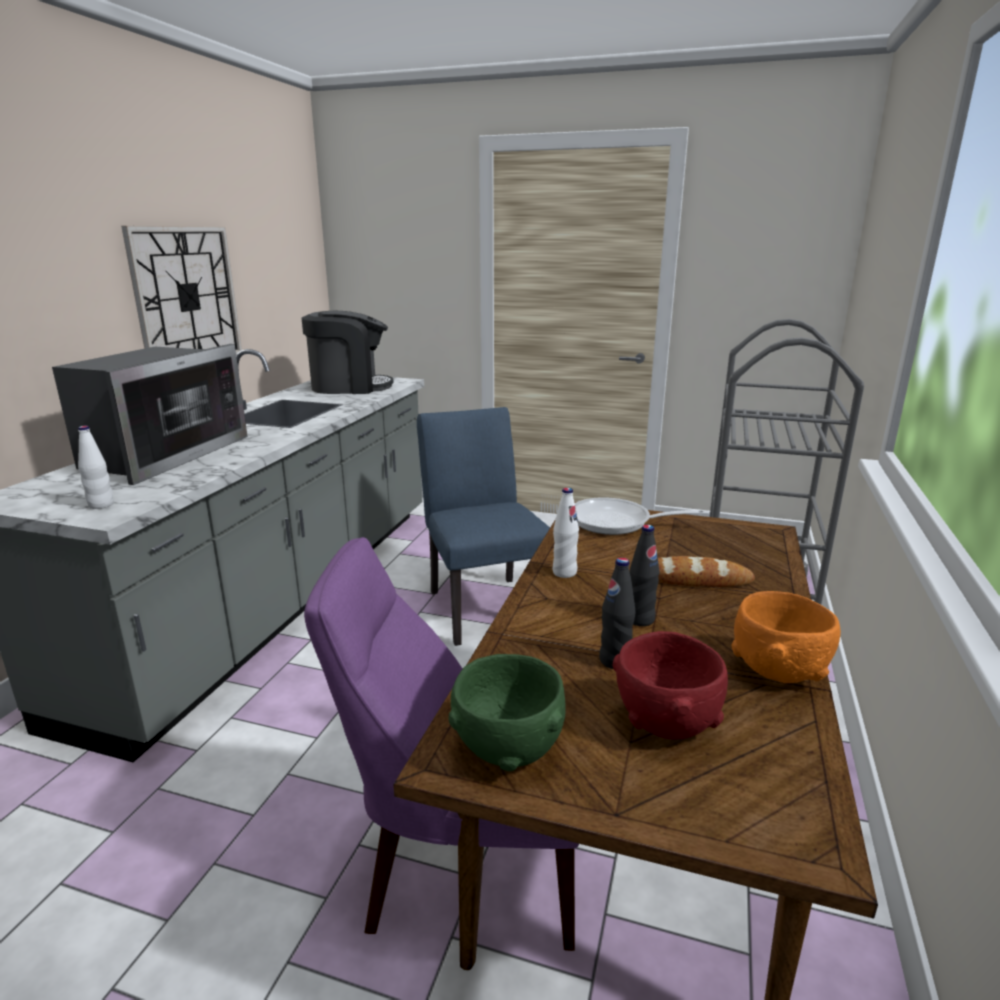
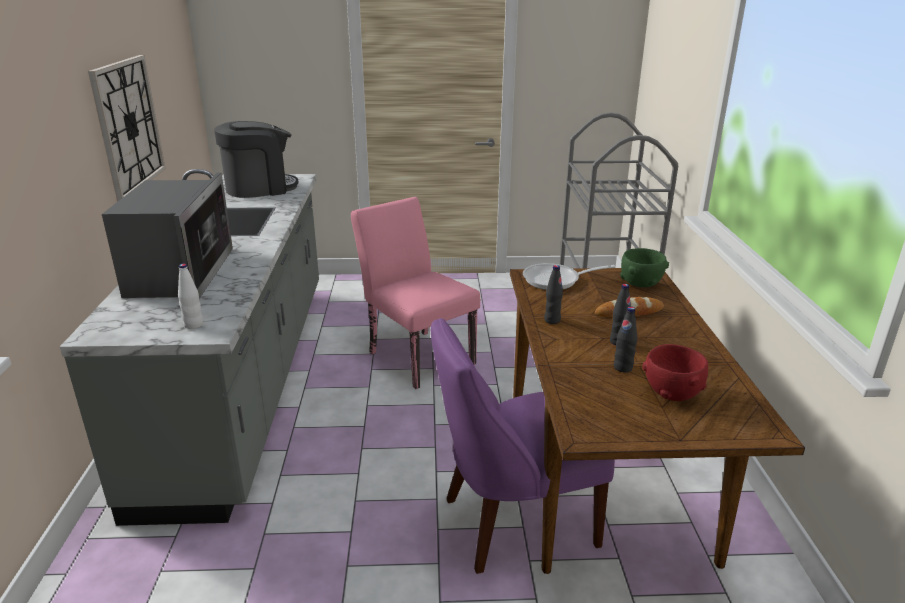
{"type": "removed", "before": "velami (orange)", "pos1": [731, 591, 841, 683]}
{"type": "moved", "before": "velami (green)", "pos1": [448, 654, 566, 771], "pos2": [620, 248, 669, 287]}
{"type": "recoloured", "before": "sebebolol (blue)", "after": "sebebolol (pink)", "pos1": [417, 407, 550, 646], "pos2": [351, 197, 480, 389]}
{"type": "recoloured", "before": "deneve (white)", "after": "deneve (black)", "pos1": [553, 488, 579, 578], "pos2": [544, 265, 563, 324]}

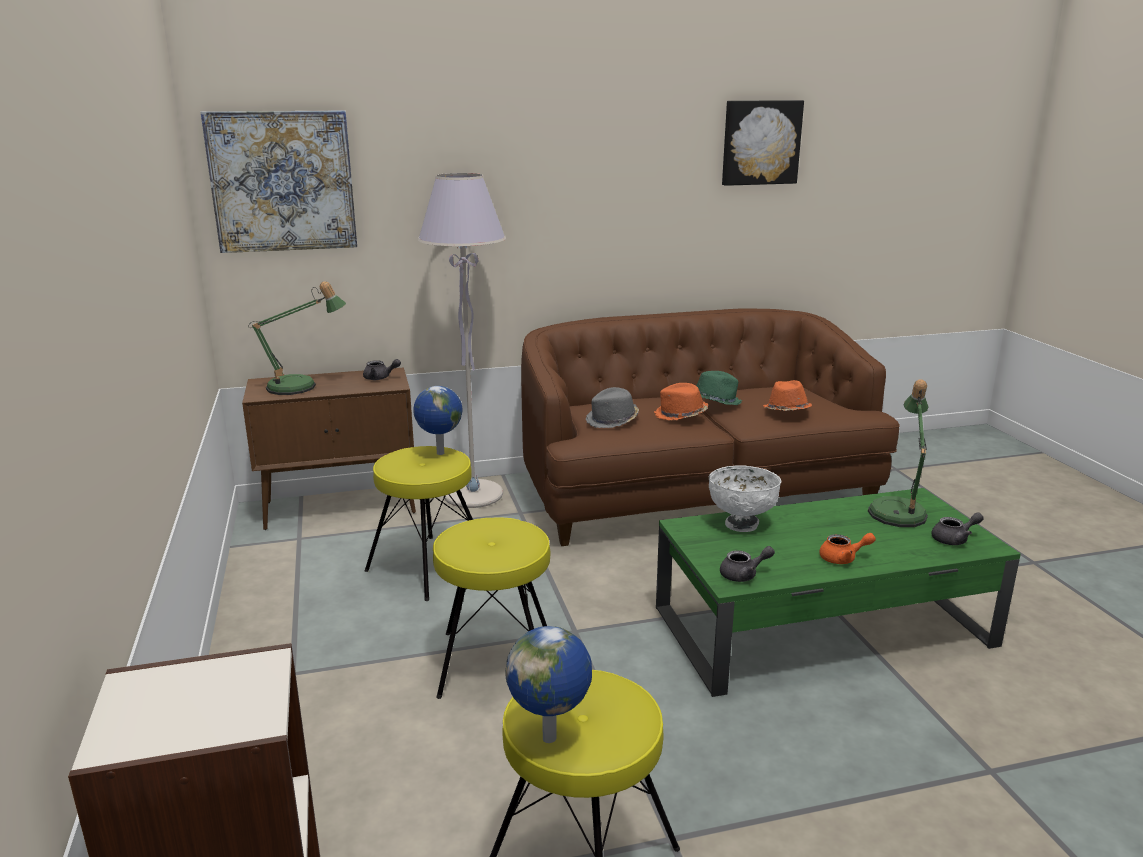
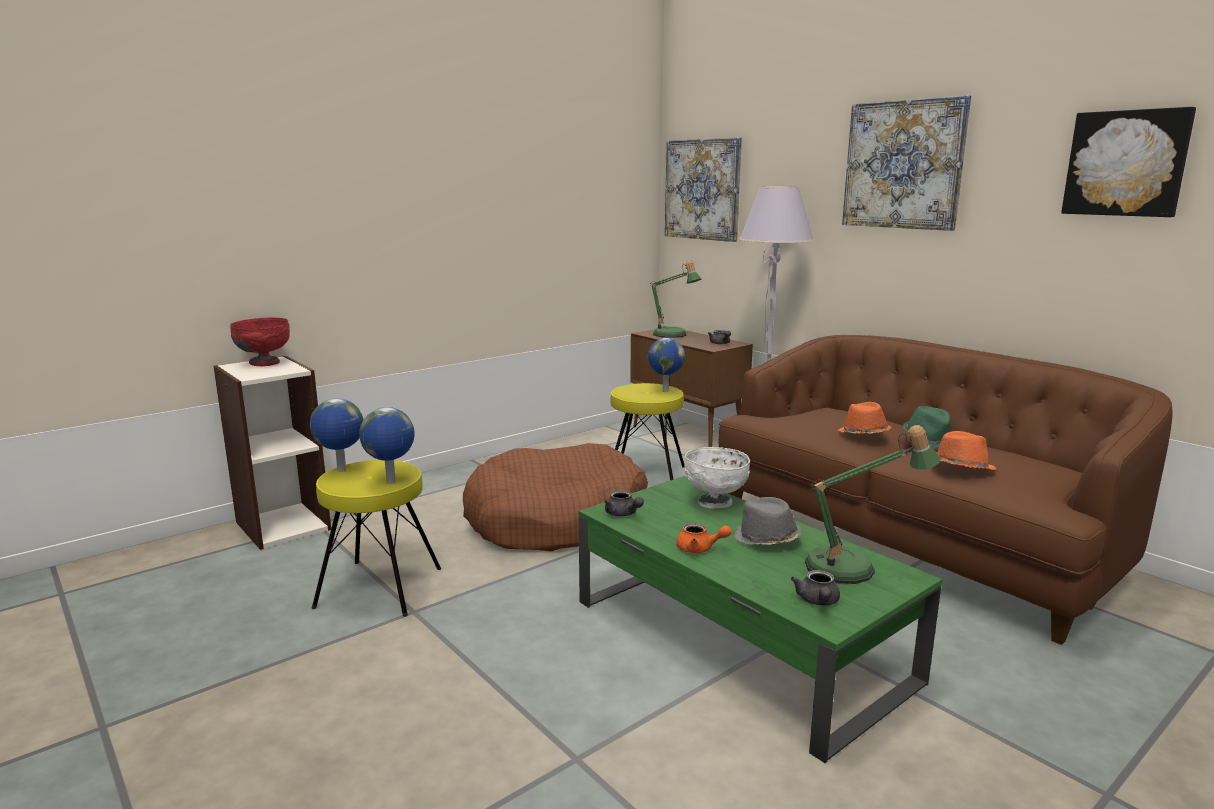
{"type": "added", "after": "velami (red)", "pos2": [230, 317, 290, 366]}
{"type": "added", "after": "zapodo", "pos2": [359, 407, 415, 484]}
{"type": "added", "after": "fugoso", "pos2": [842, 95, 971, 231]}
{"type": "moved", "before": "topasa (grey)", "pos1": [586, 387, 639, 428], "pos2": [734, 497, 803, 545]}
{"type": "replaced", "before": "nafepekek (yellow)", "after": "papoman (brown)", "pos1": [433, 518, 550, 699], "pos2": [463, 443, 648, 551]}
{"type": "turned", "before": "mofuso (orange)", "pos1": [819, 533, 876, 564], "pos2": [676, 523, 732, 553], "turn": -45}
{"type": "turned", "before": "mofuso (grey)", "pos1": [931, 512, 984, 545], "pos2": [791, 570, 840, 606], "turn": 45}

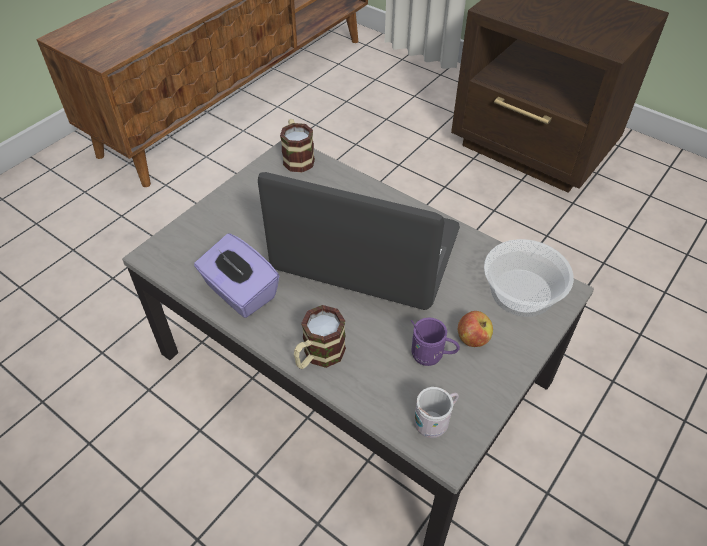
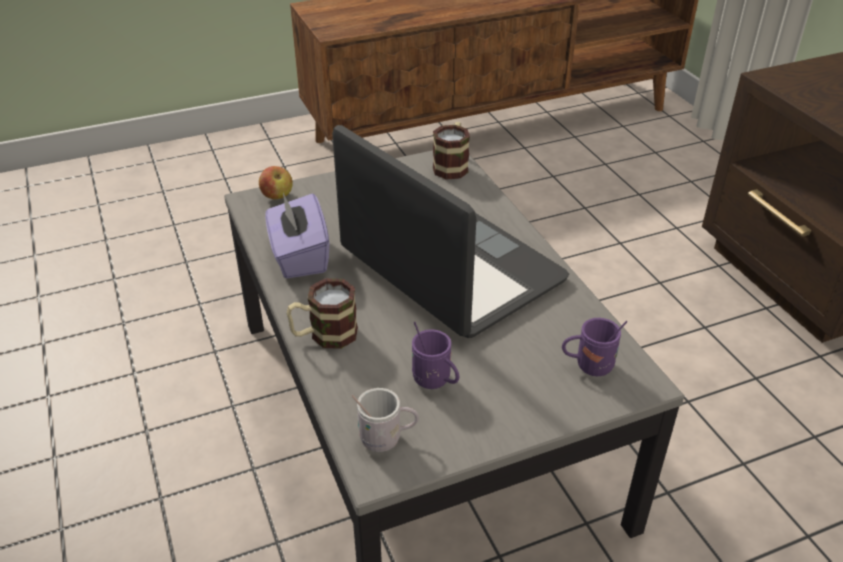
{"type": "moved", "before": "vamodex", "pos1": [458, 311, 493, 347], "pos2": [259, 166, 293, 199]}
{"type": "replaced", "before": "velami", "after": "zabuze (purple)", "pos1": [484, 239, 574, 317], "pos2": [562, 318, 627, 376]}

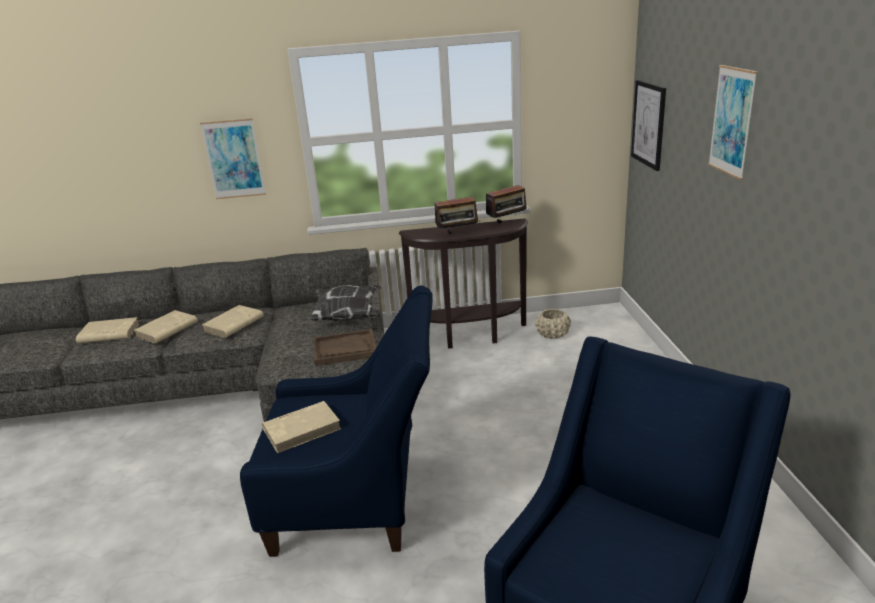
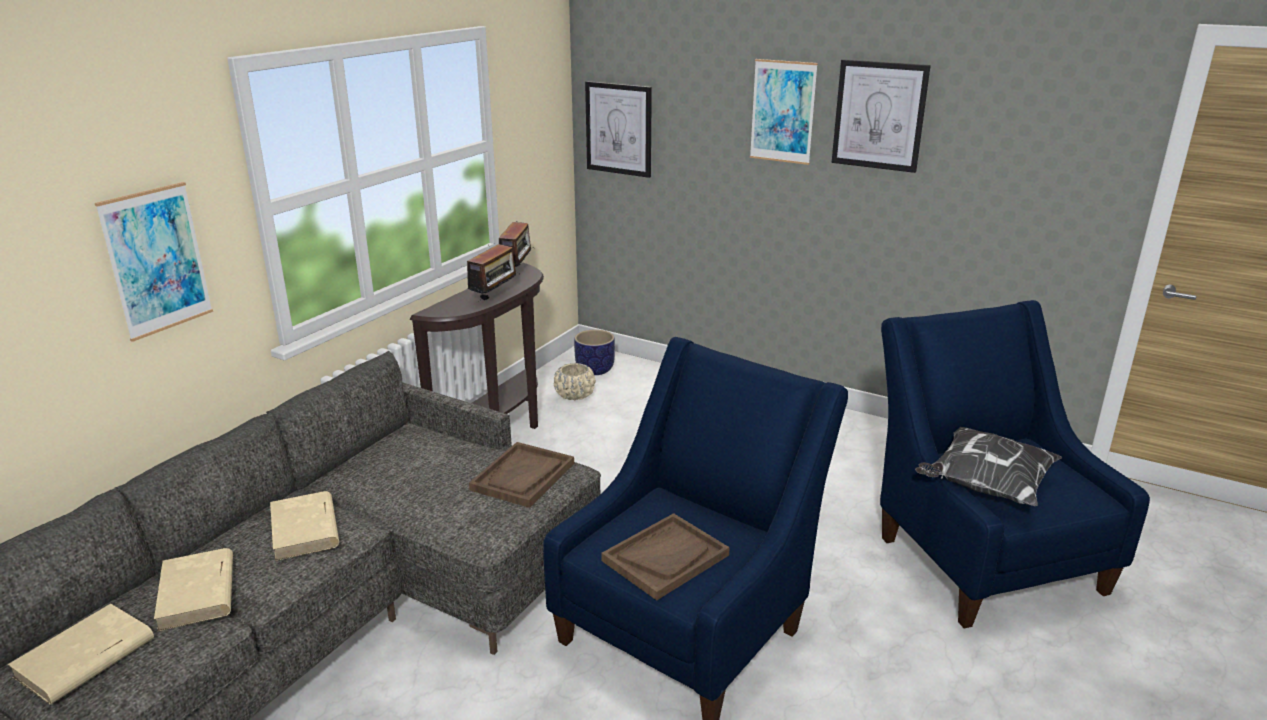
{"type": "added", "after": "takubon", "pos2": [574, 330, 615, 375]}
{"type": "added", "after": "fugoso", "pos2": [832, 59, 931, 173]}
{"type": "moved", "before": "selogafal", "pos1": [308, 285, 382, 321], "pos2": [915, 427, 1062, 506]}
{"type": "replaced", "before": "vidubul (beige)", "after": "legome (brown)", "pos1": [262, 401, 341, 453], "pos2": [601, 513, 730, 600]}

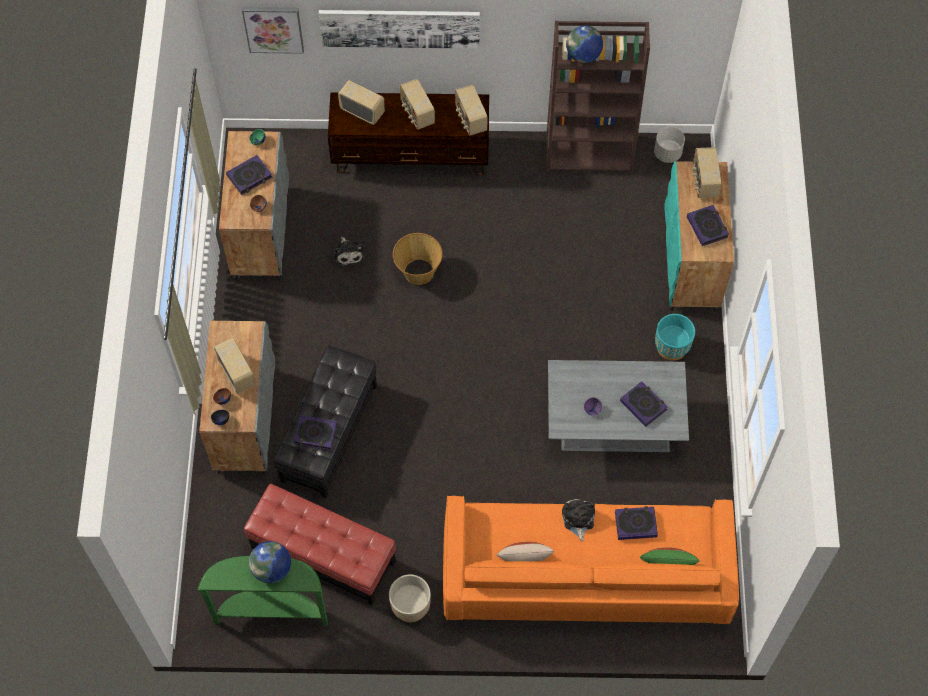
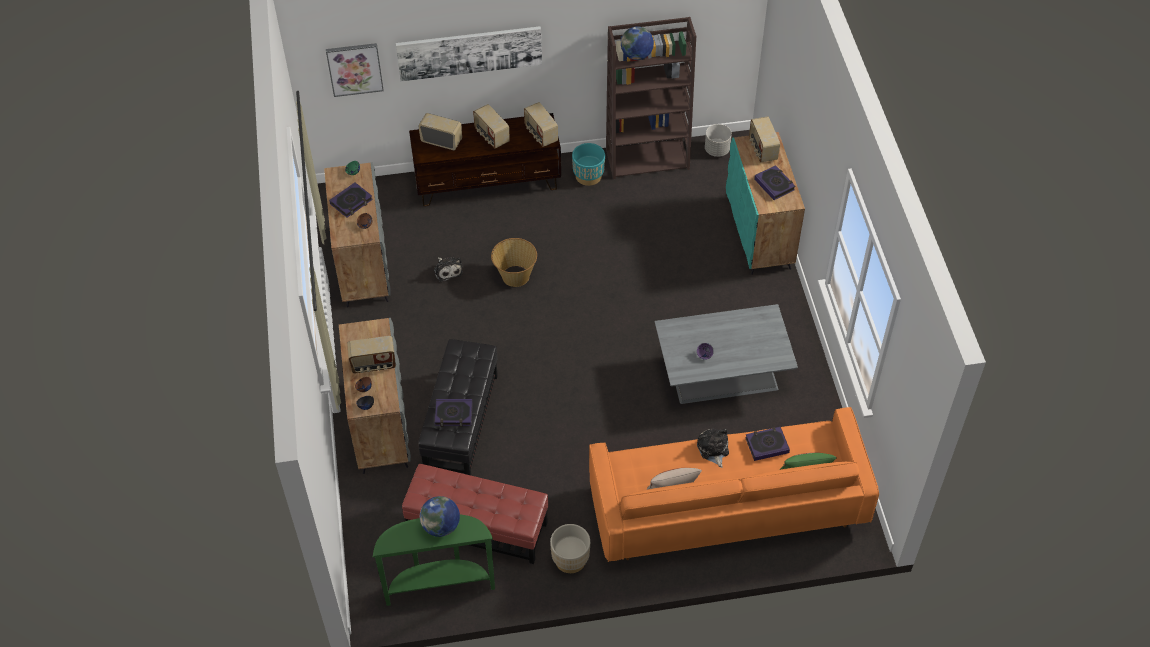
{"type": "removed", "before": "vidubul", "pos1": [620, 381, 668, 427]}
{"type": "moved", "before": "takubon (turquoise)", "pos1": [655, 314, 695, 361], "pos2": [572, 143, 605, 186]}
{"type": "turned", "before": "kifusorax", "pos1": [214, 338, 256, 394], "pos2": [347, 336, 396, 373], "turn": 120}

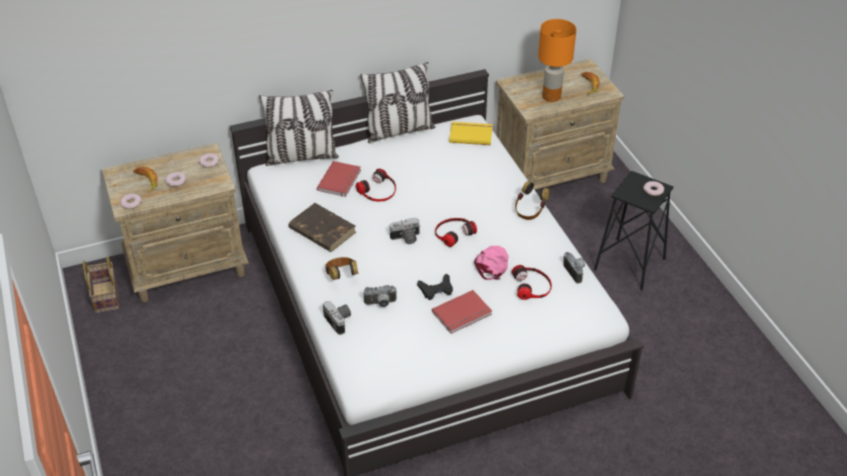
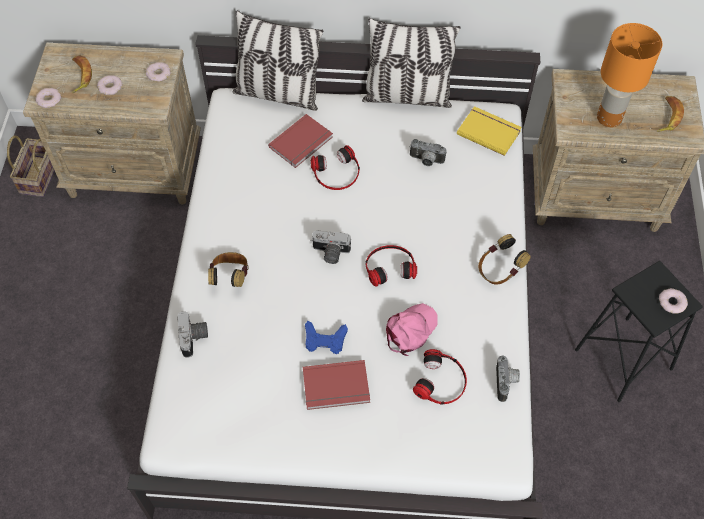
{"type": "removed", "before": "vidubul (brown)", "pos1": [288, 203, 356, 252]}
{"type": "moved", "before": "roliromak", "pos1": [363, 285, 397, 307], "pos2": [410, 139, 447, 166]}
{"type": "recoloured", "before": "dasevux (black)", "after": "dasevux (blue)", "pos1": [417, 273, 453, 300], "pos2": [305, 321, 348, 354]}

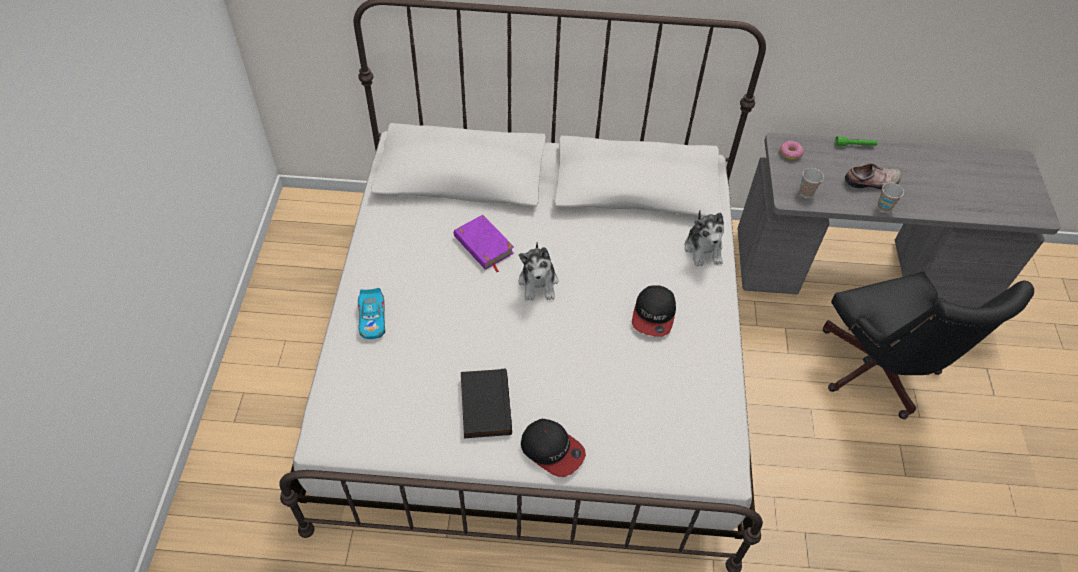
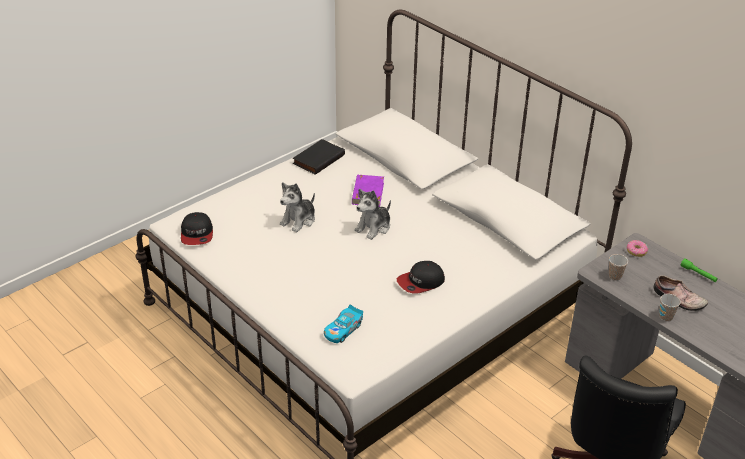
{"type": "moved", "before": "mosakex", "pos1": [358, 288, 385, 339], "pos2": [324, 305, 363, 343]}
{"type": "moved", "before": "vidubul (black)", "pos1": [461, 368, 512, 438], "pos2": [293, 139, 345, 175]}
{"type": "moved", "before": "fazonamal", "pos1": [521, 419, 586, 477], "pos2": [181, 212, 213, 245]}
{"type": "moved", "before": "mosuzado", "pos1": [685, 210, 724, 267], "pos2": [280, 182, 315, 232]}

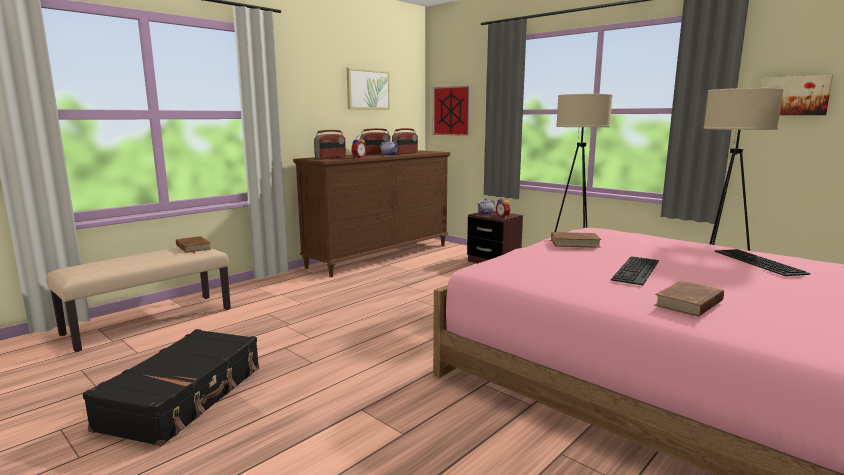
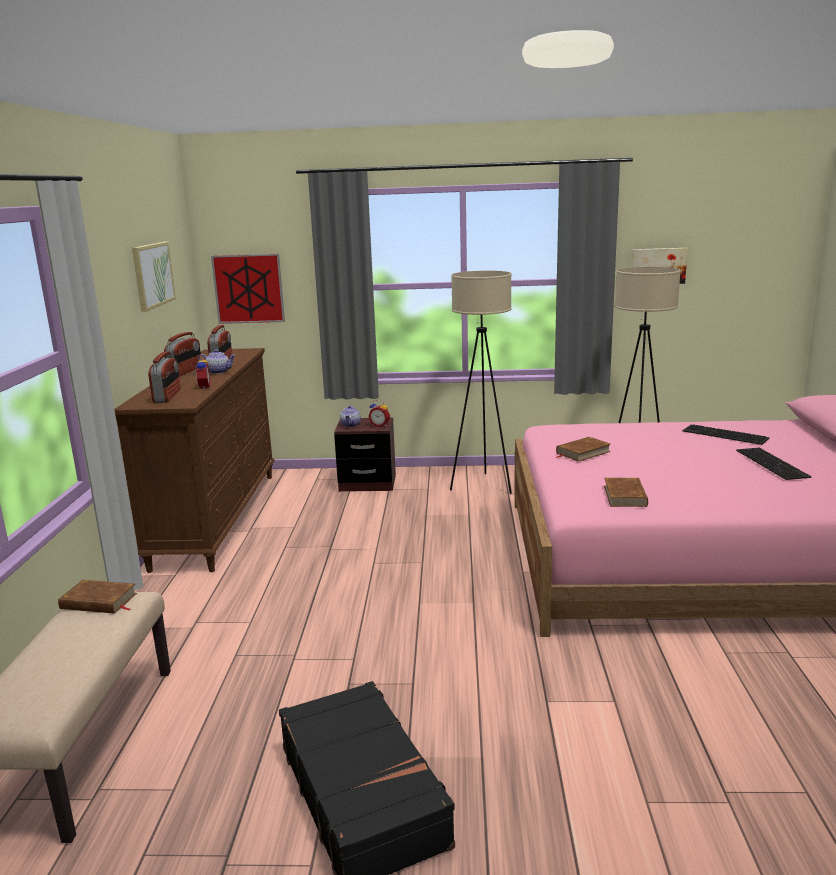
{"type": "moved", "before": "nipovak", "pos1": [611, 256, 659, 285], "pos2": [736, 448, 812, 480]}
{"type": "moved", "before": "vidubul (brown)", "pos1": [654, 281, 724, 317], "pos2": [604, 478, 648, 507]}

